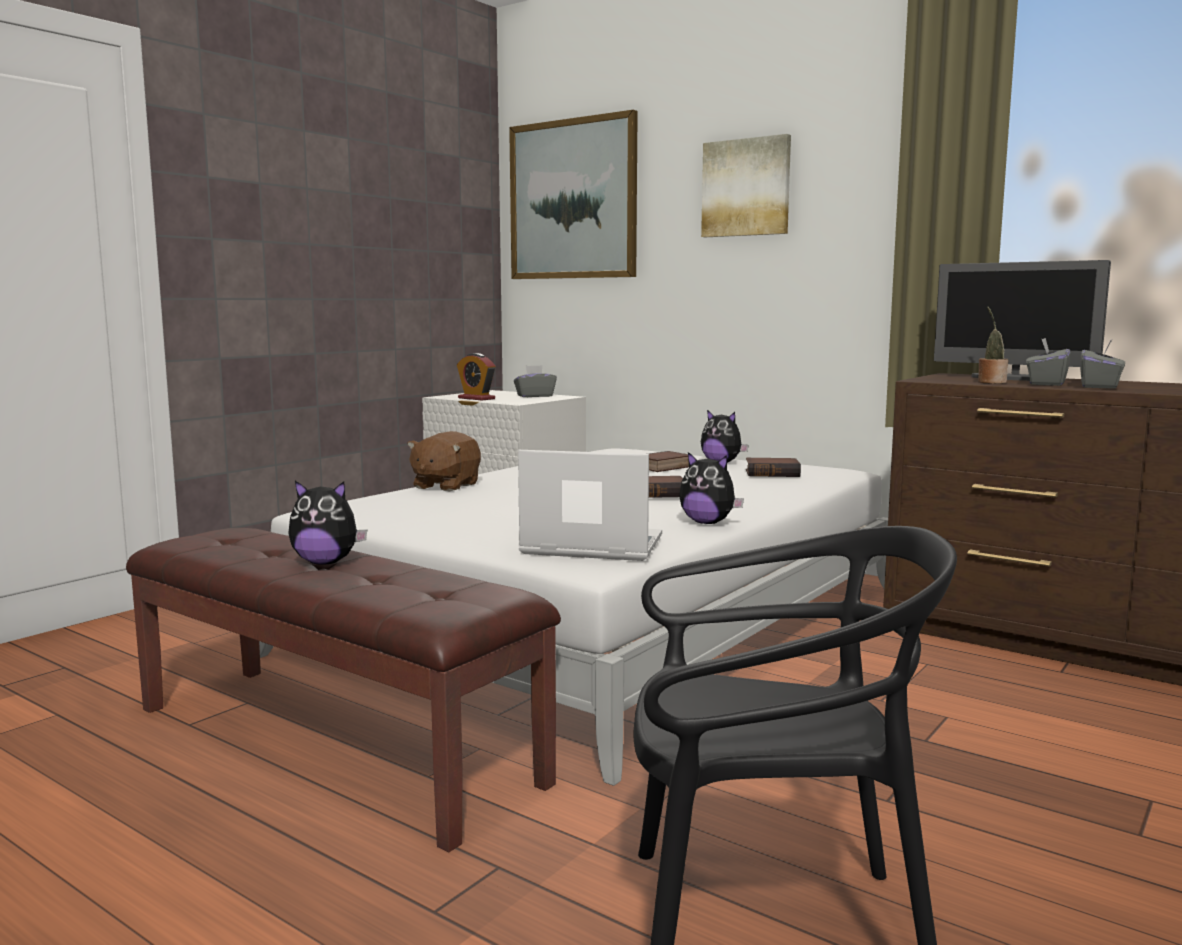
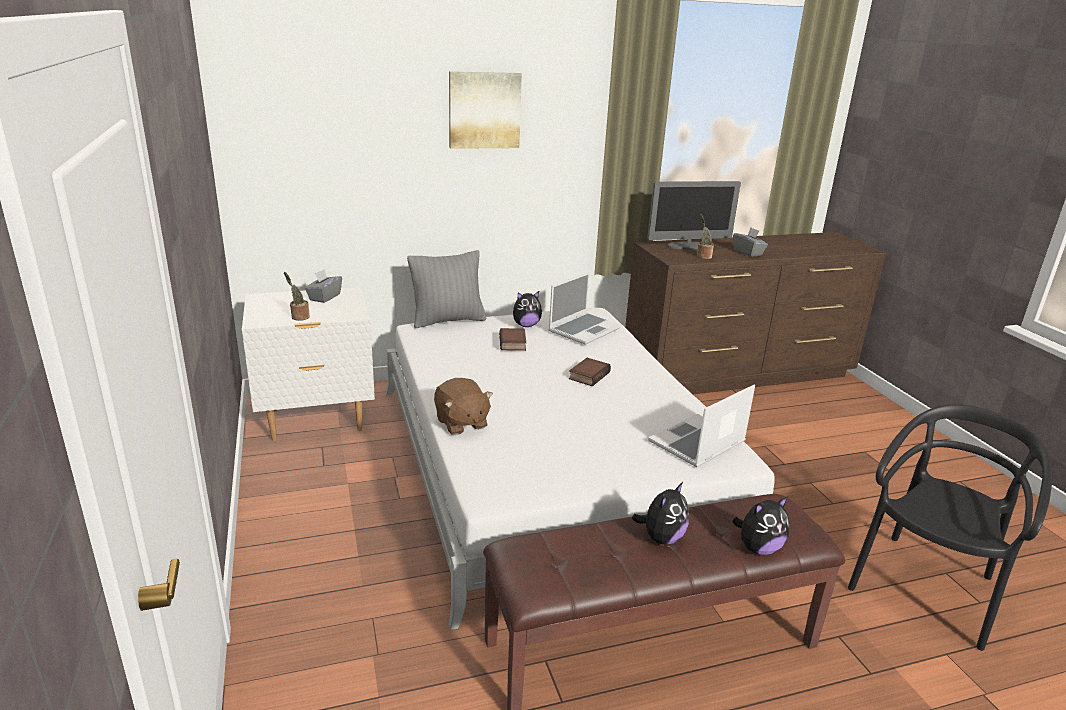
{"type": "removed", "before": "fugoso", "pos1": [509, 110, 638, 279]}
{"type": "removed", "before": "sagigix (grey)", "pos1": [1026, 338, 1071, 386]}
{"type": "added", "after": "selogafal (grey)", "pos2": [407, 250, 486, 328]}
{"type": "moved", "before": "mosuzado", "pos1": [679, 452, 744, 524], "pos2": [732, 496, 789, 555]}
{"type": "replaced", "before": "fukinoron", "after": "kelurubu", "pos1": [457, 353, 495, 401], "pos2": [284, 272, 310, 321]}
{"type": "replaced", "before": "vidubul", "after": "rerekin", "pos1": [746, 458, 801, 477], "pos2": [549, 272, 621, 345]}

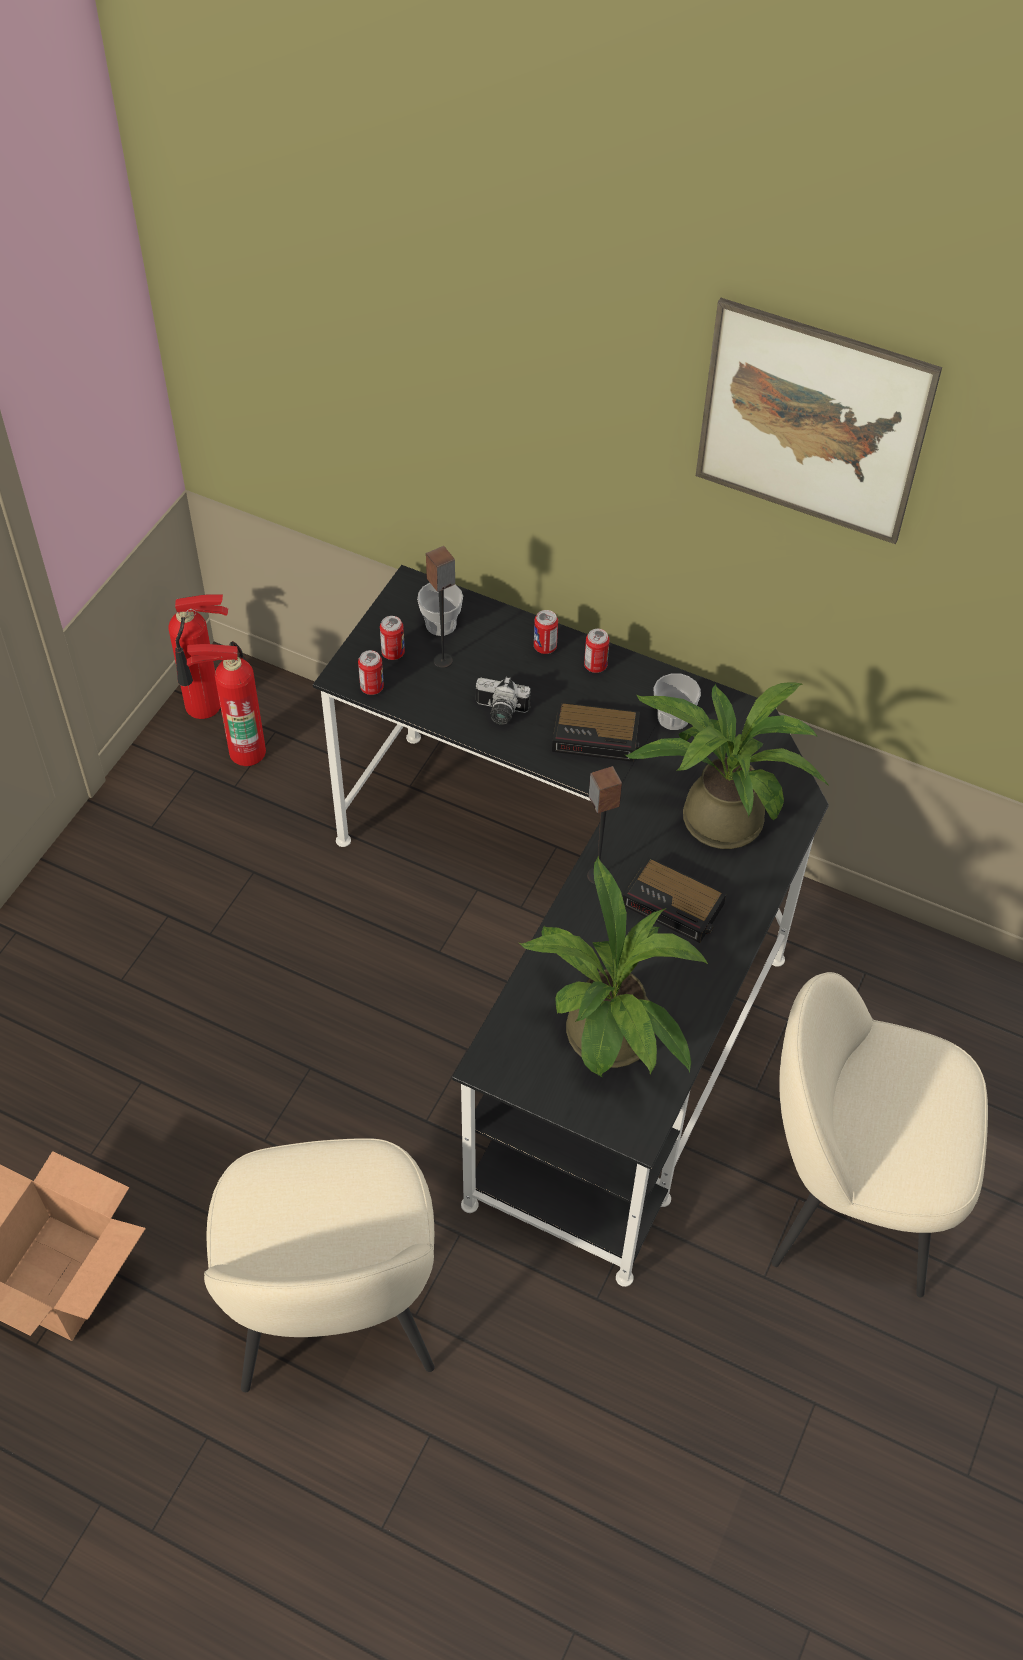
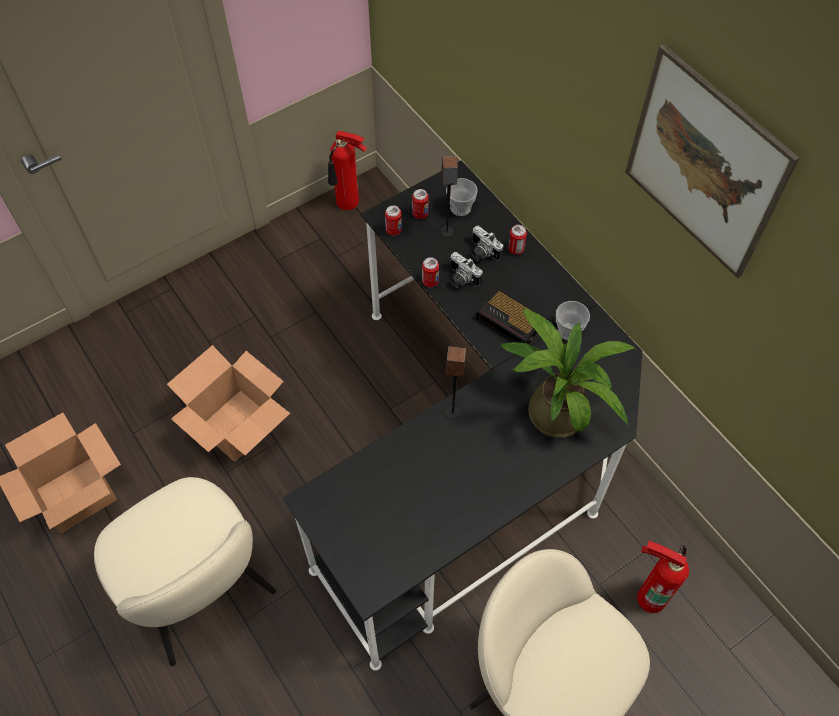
{"type": "removed", "before": "kelurubu", "pos1": [519, 856, 708, 1077]}
{"type": "removed", "before": "fukinoron", "pos1": [623, 857, 726, 943]}
{"type": "added", "after": "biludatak", "pos2": [167, 345, 290, 462]}
{"type": "added", "after": "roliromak", "pos2": [471, 226, 503, 261]}
{"type": "moved", "before": "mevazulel", "pos1": [187, 641, 266, 766], "pos2": [637, 541, 689, 613]}
{"type": "moved", "before": "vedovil", "pos1": [584, 629, 610, 673], "pos2": [422, 257, 439, 287]}
{"type": "turned", "before": "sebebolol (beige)", "pos1": [204, 1138, 435, 1392], "pos2": [94, 477, 276, 666], "turn": -60}

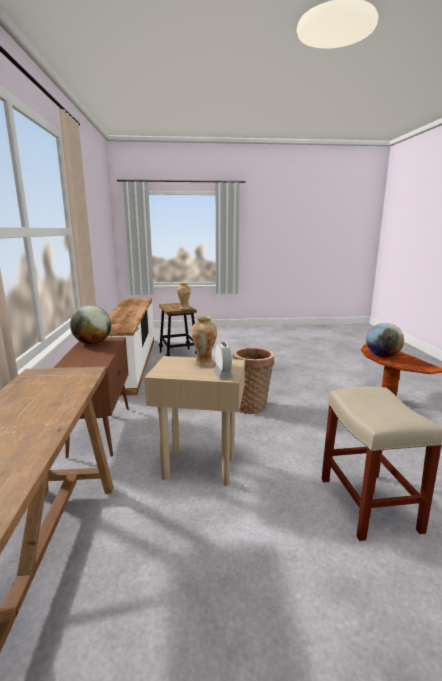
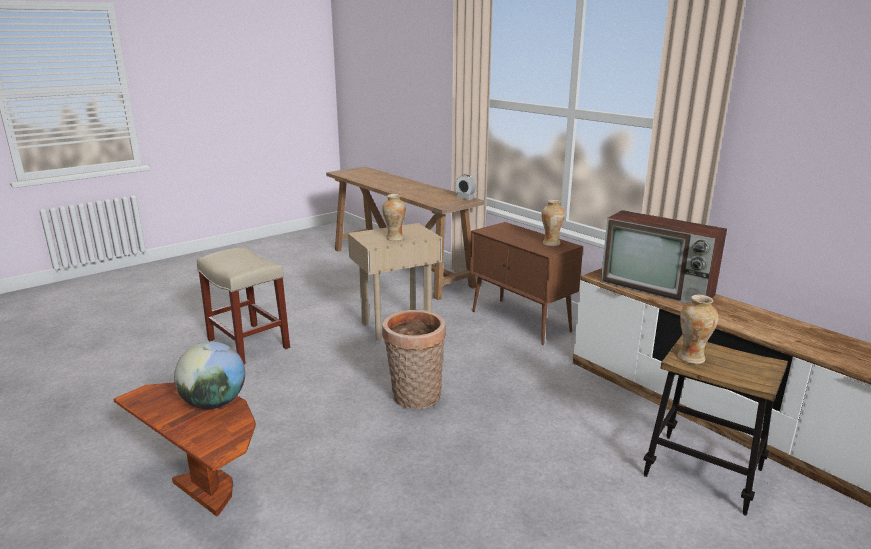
{"type": "added", "after": "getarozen", "pos2": [601, 210, 727, 304]}
{"type": "moved", "before": "fukinoron", "pos1": [213, 342, 234, 379], "pos2": [455, 174, 476, 200]}
{"type": "replaced", "before": "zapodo", "after": "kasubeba", "pos1": [70, 305, 111, 344], "pos2": [541, 200, 565, 246]}

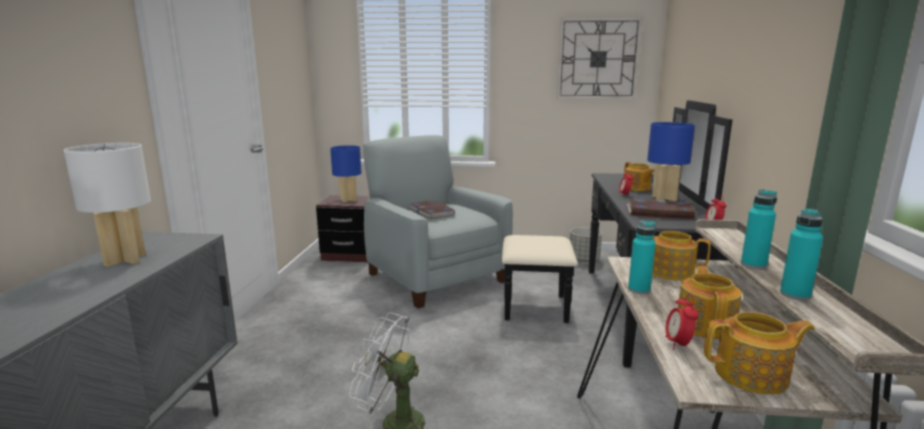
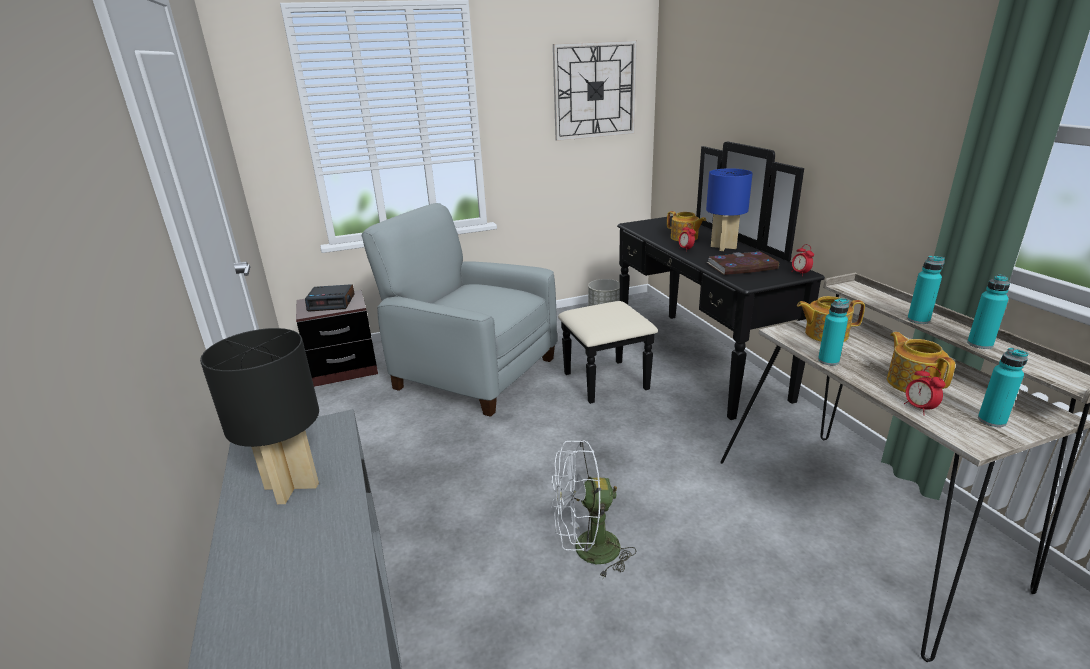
{"type": "removed", "before": "vidubul", "pos1": [410, 201, 455, 219]}
{"type": "replaced", "before": "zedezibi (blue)", "after": "fukinoron", "pos1": [330, 145, 362, 202], "pos2": [305, 284, 354, 311]}
{"type": "replaced", "before": "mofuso", "after": "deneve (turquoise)", "pos1": [704, 312, 814, 395], "pos2": [978, 348, 1029, 427]}
{"type": "recoloured", "before": "zedezibi (white)", "after": "zedezibi (black)", "pos1": [64, 143, 151, 267], "pos2": [200, 328, 319, 504]}

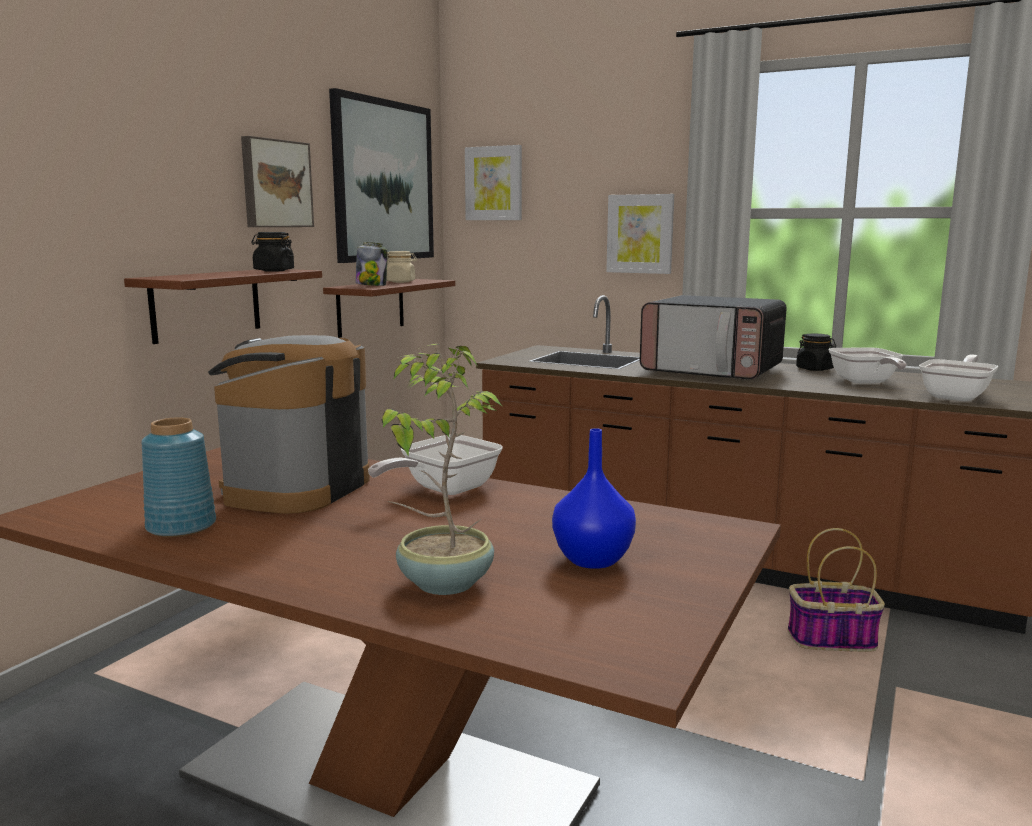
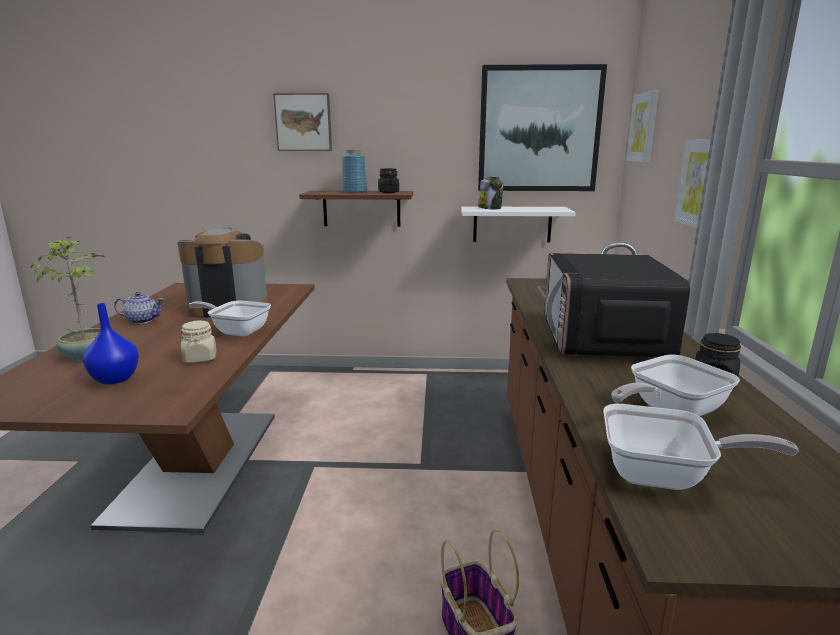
{"type": "added", "after": "mofuso", "pos2": [114, 292, 165, 324]}
{"type": "moved", "before": "kasubeba (blue)", "pos1": [141, 417, 216, 537], "pos2": [342, 149, 367, 193]}
{"type": "moved", "before": "fugoso", "pos1": [241, 136, 314, 227], "pos2": [273, 93, 332, 151]}
{"type": "moved", "before": "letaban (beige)", "pos1": [386, 251, 417, 283], "pos2": [181, 320, 216, 363]}
{"type": "recoloured", "before": "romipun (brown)", "after": "romipun (white)", "pos1": [323, 279, 455, 338], "pos2": [461, 206, 576, 242]}

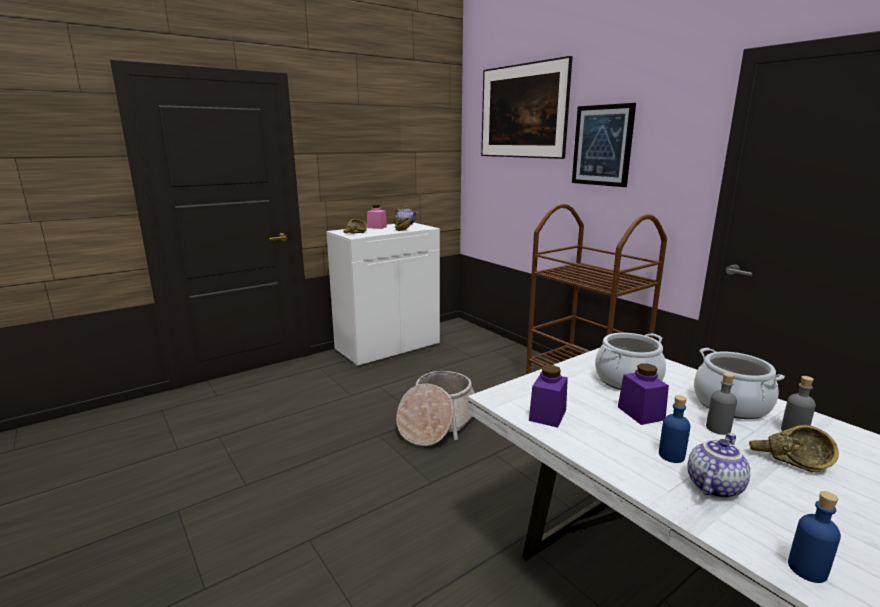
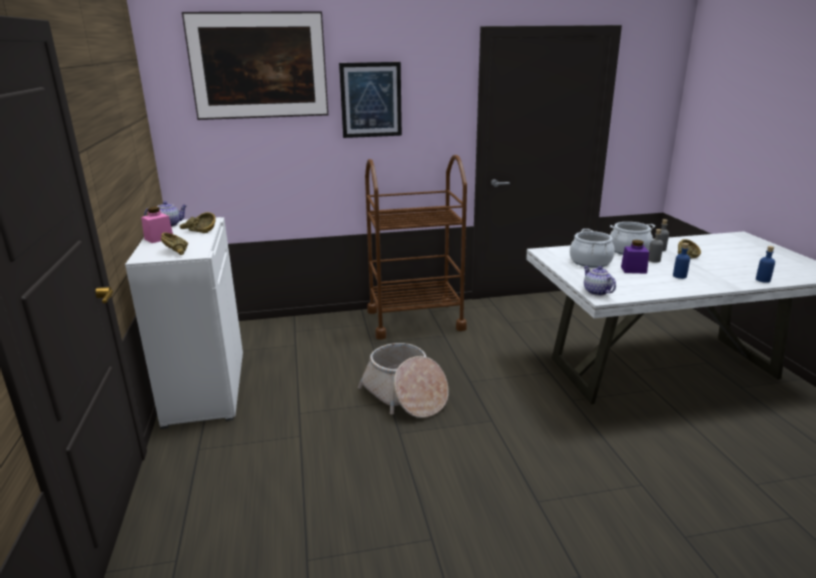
{"type": "removed", "before": "letaban (purple)", "pos1": [529, 365, 568, 428]}
{"type": "moved", "before": "mofuso", "pos1": [687, 433, 750, 498], "pos2": [584, 266, 616, 296]}

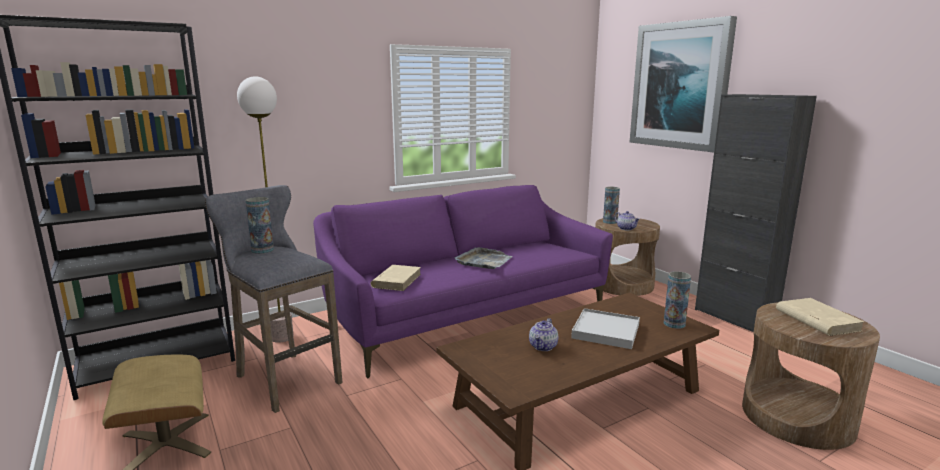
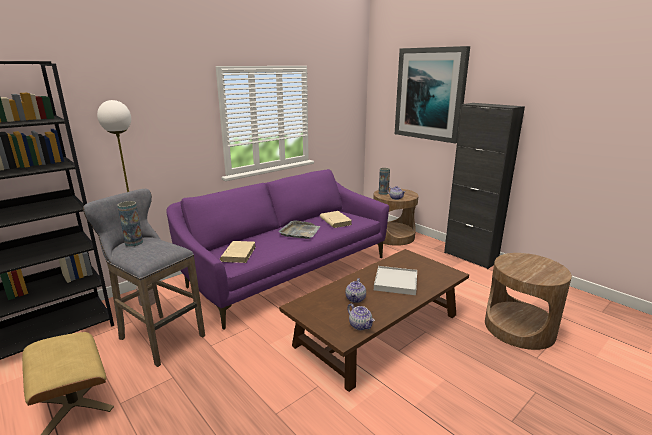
{"type": "removed", "before": "kasubeba", "pos1": [664, 271, 691, 329]}
{"type": "added", "after": "mofuso", "pos2": [347, 303, 375, 330]}
{"type": "moved", "before": "vidubul (beige)", "pos1": [776, 298, 864, 336], "pos2": [320, 211, 352, 228]}

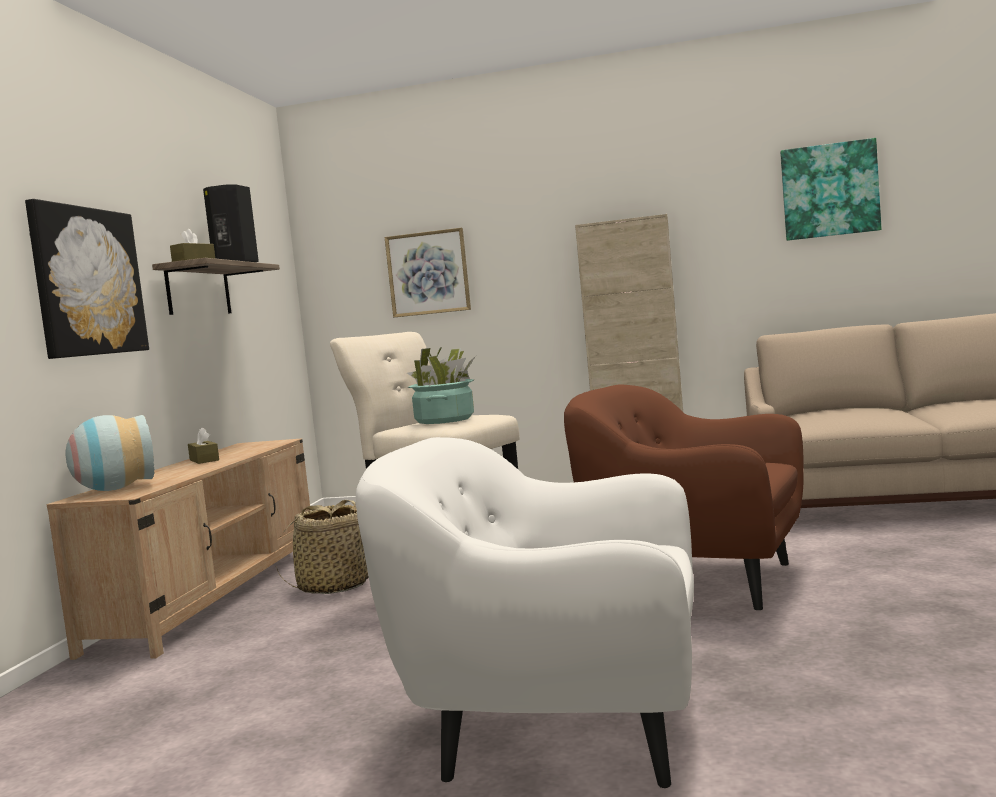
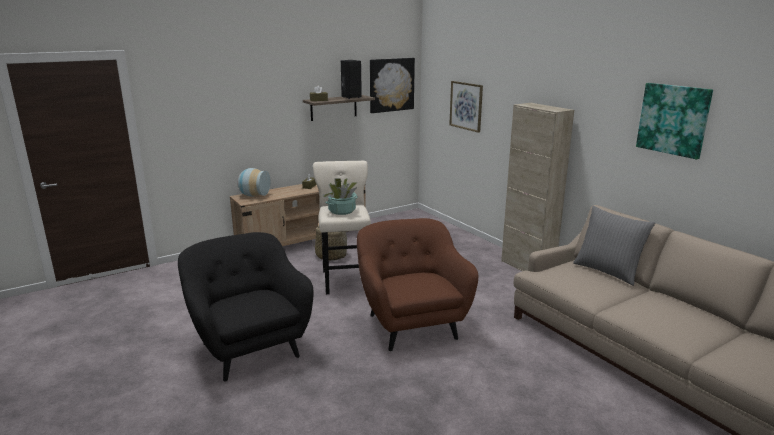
{"type": "added", "after": "selogafal (grey)", "pos2": [573, 206, 655, 286]}
{"type": "moved", "before": "fugoso", "pos1": [25, 199, 149, 359], "pos2": [370, 58, 415, 113]}
{"type": "recoloured", "before": "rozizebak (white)", "after": "rozizebak (black)", "pos1": [356, 437, 694, 788], "pos2": [178, 232, 314, 382]}

